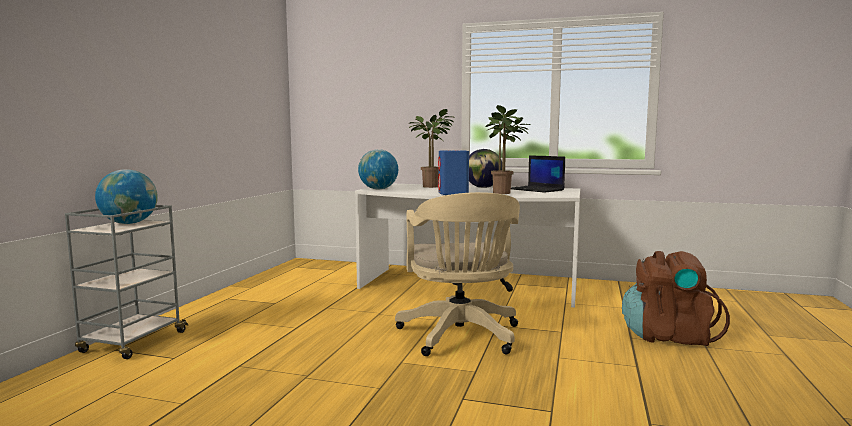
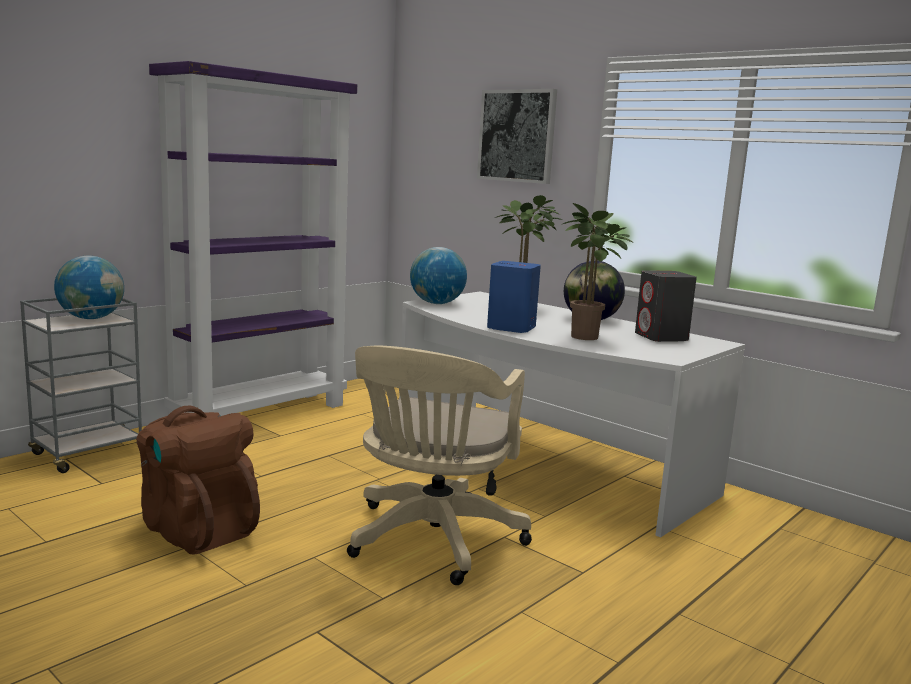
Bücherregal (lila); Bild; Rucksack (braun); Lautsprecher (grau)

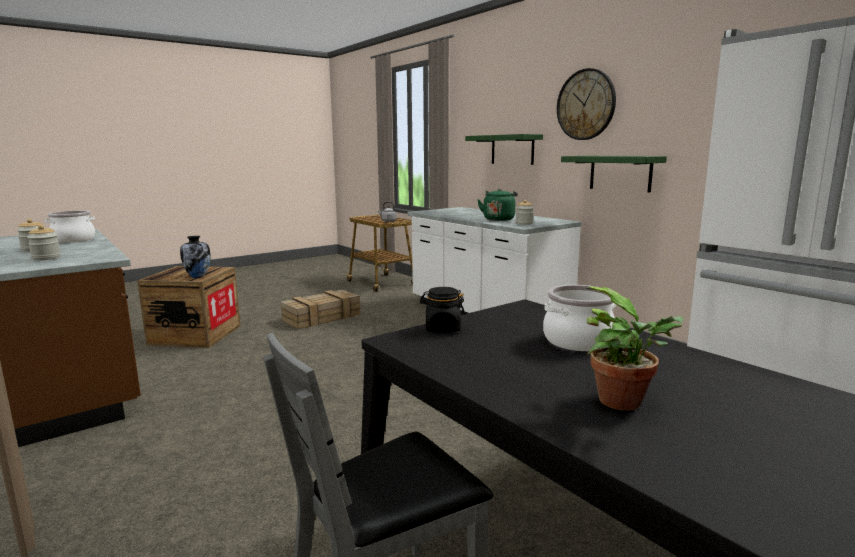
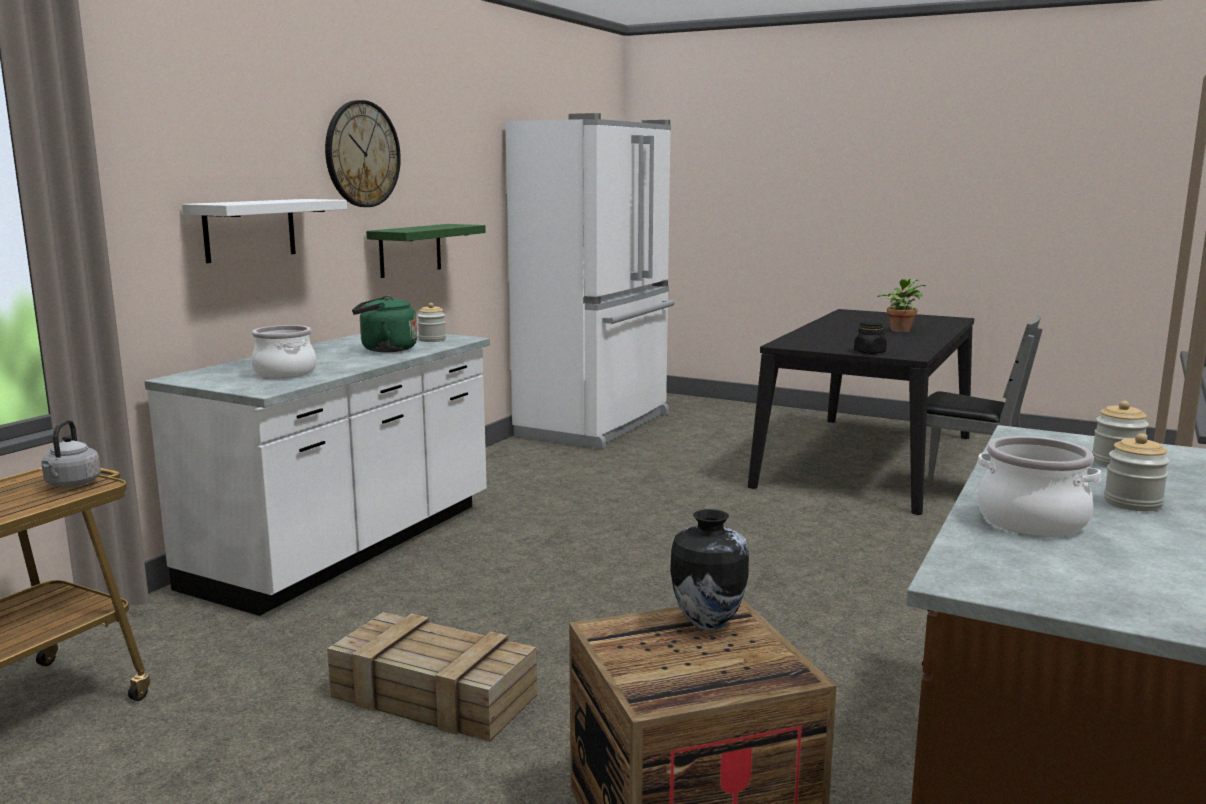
Kochtopf (1st from left); Wandregal (weiß)

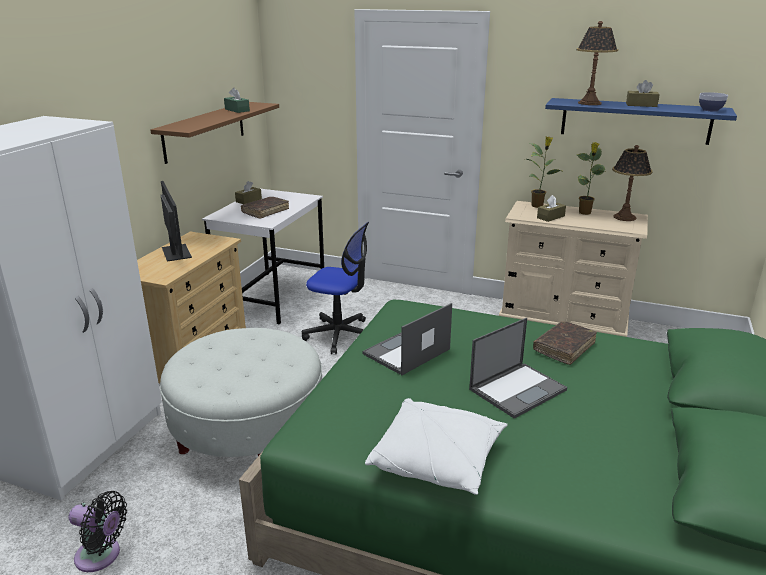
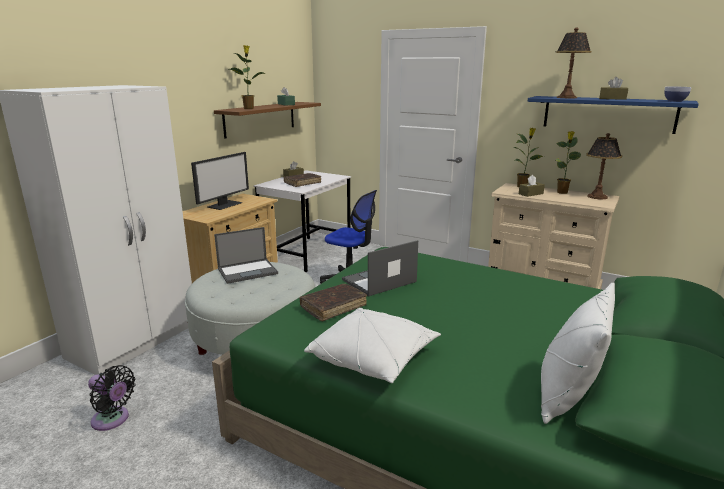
Topfpflanze (1st from left); Kissen (weiß) (2nd from left); Laptop (1st from left); Buch (braun) (2nd from left); Monitor

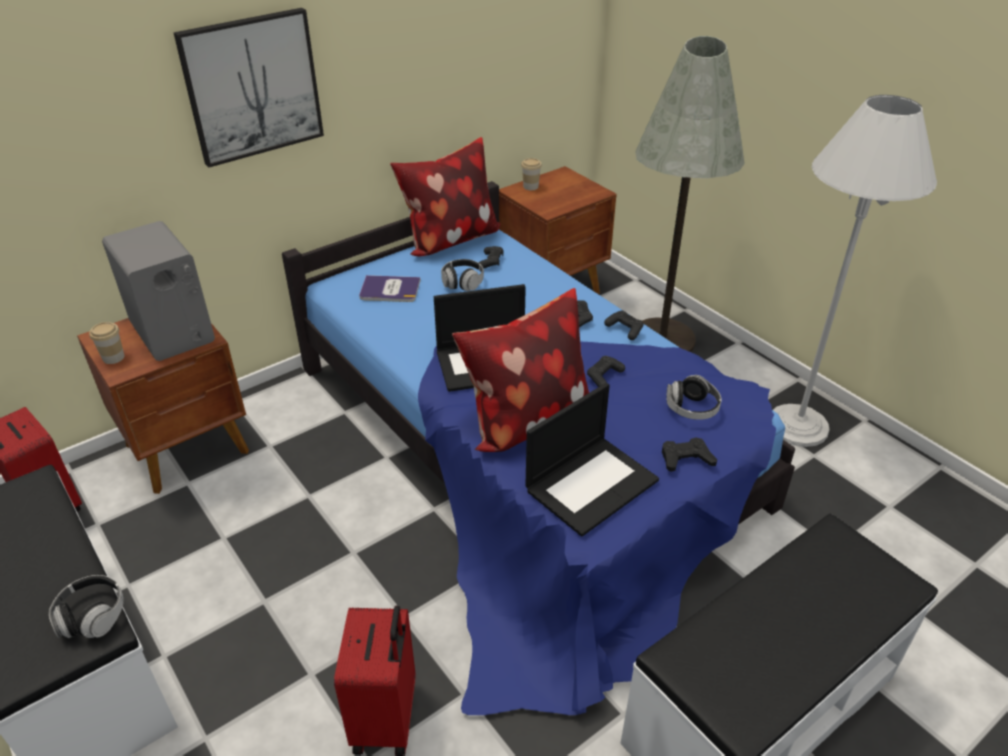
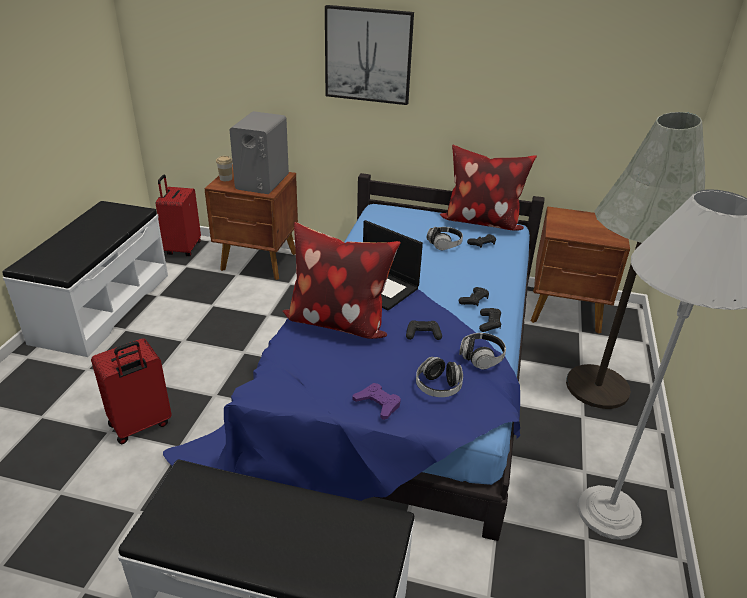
Buch; Tasse (2nd from left in the first image); Laptop (2nd from left in the first image); Kopfhörer (3rd from left); Gamepad (lila)

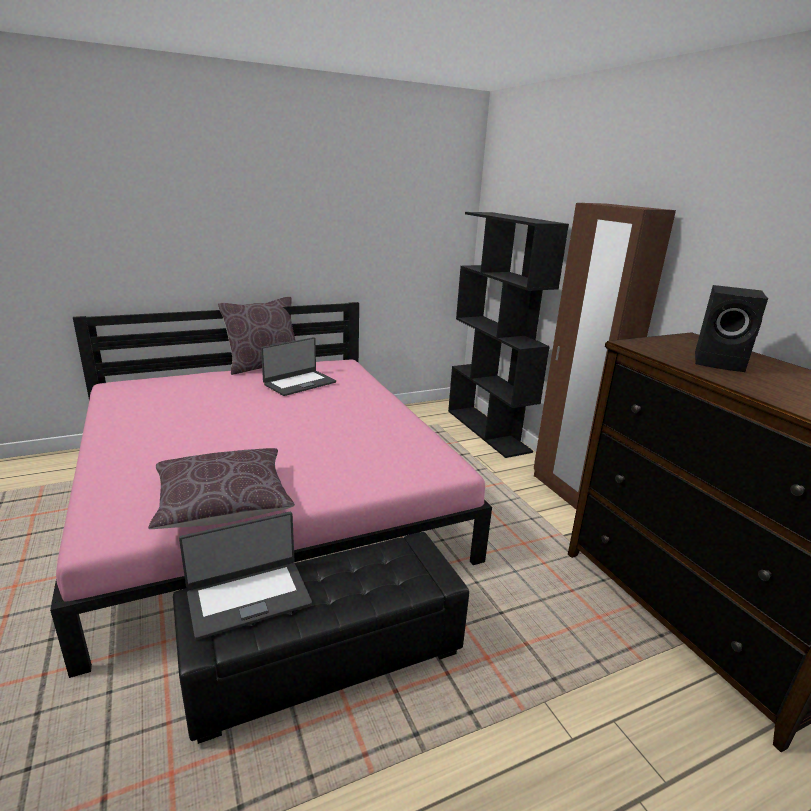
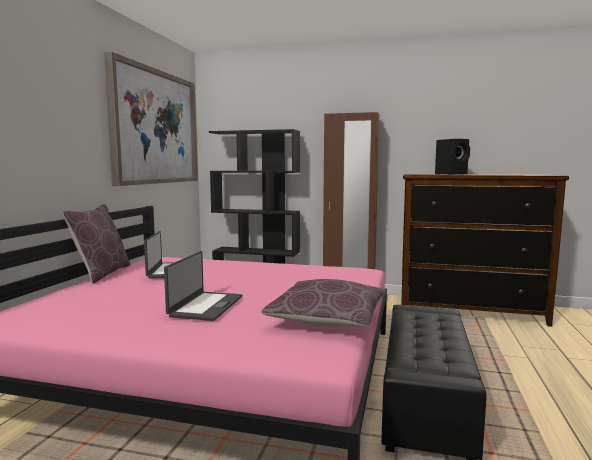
Bild; Laptop (2nd from left)

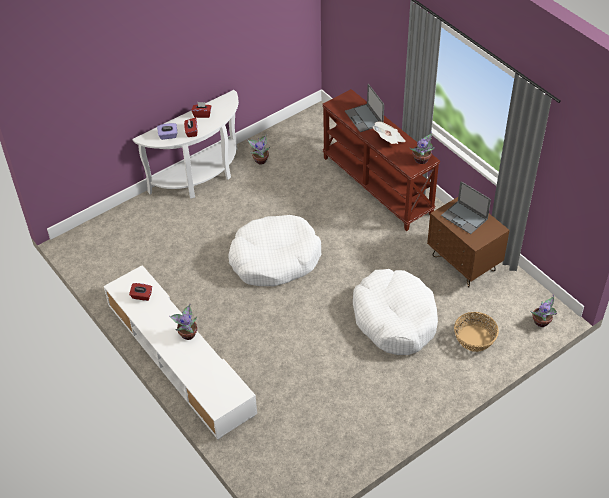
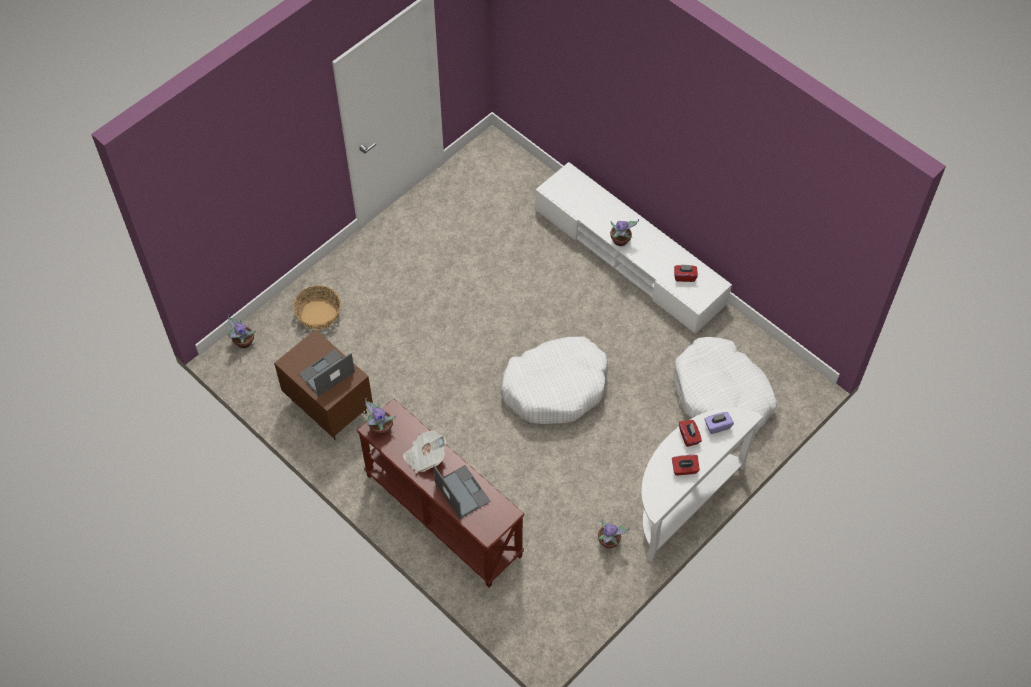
Hundebett (weiß) (2nd from left); Laptop (1st from left)

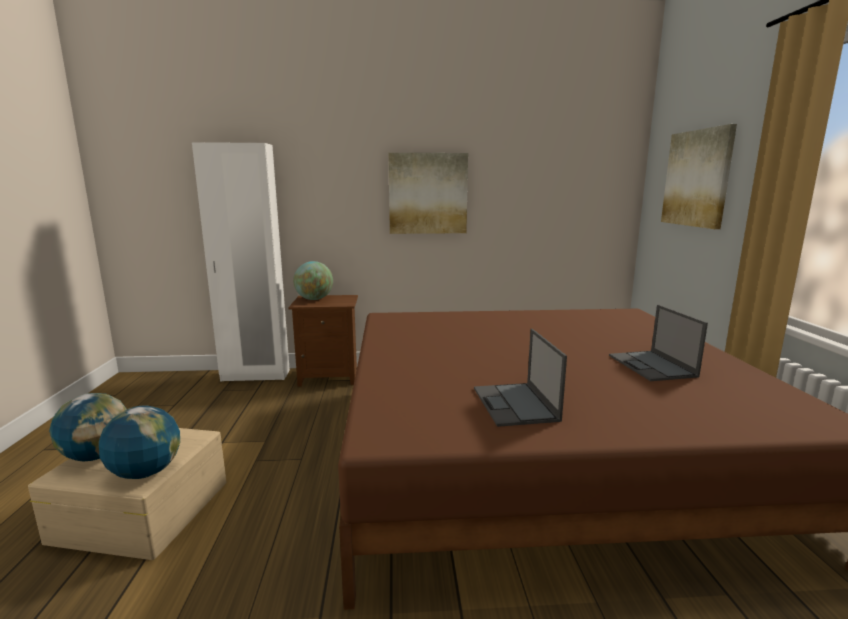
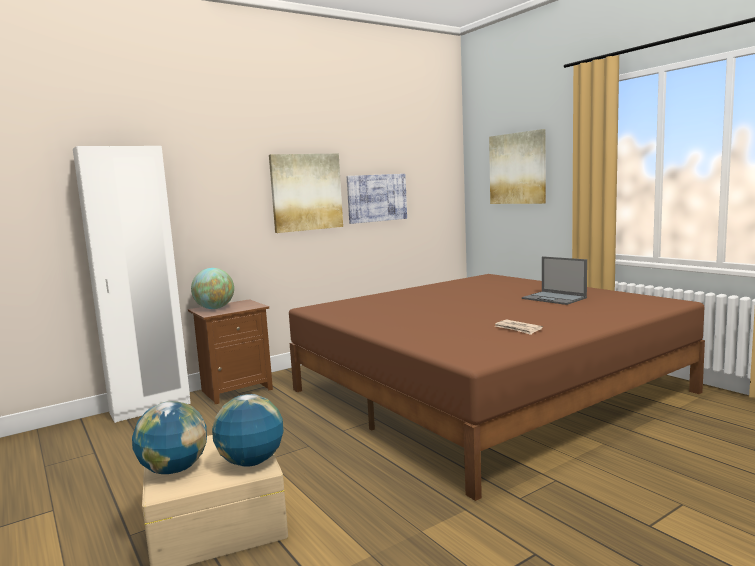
Bild (2nd from left); Zeitung

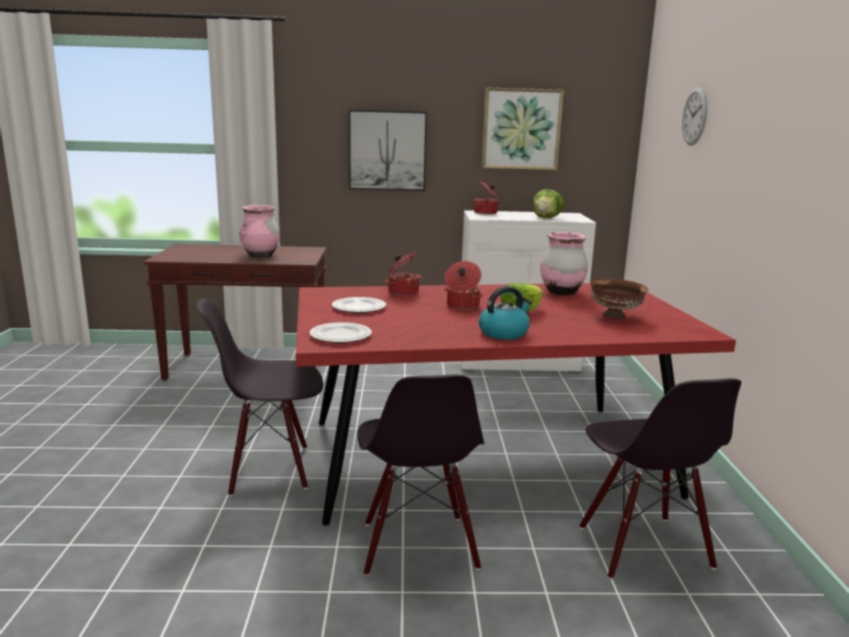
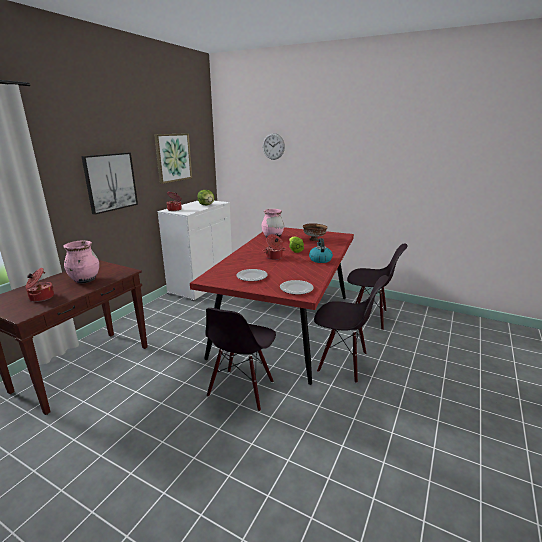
Kochtopf (1st from left)

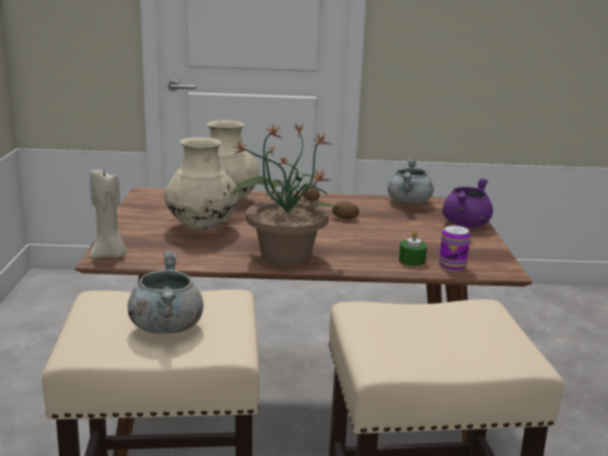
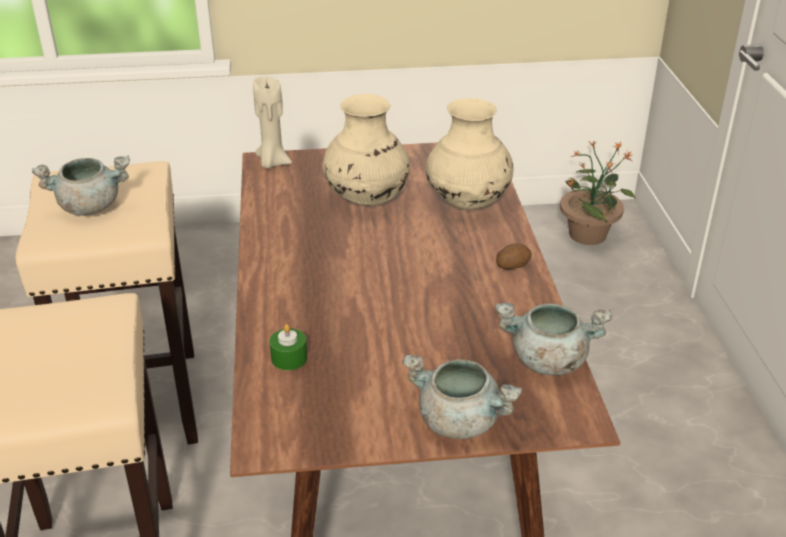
Kartoffel (2nd from left in the first image); Dose; Topfpflanze; Kochtopf (grau) (2nd from left)

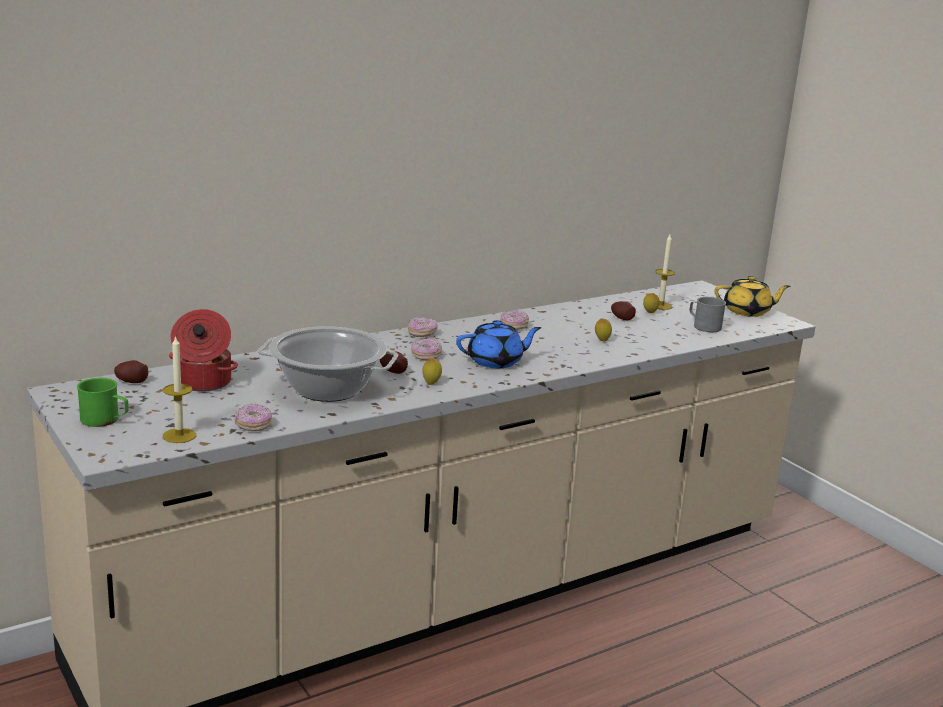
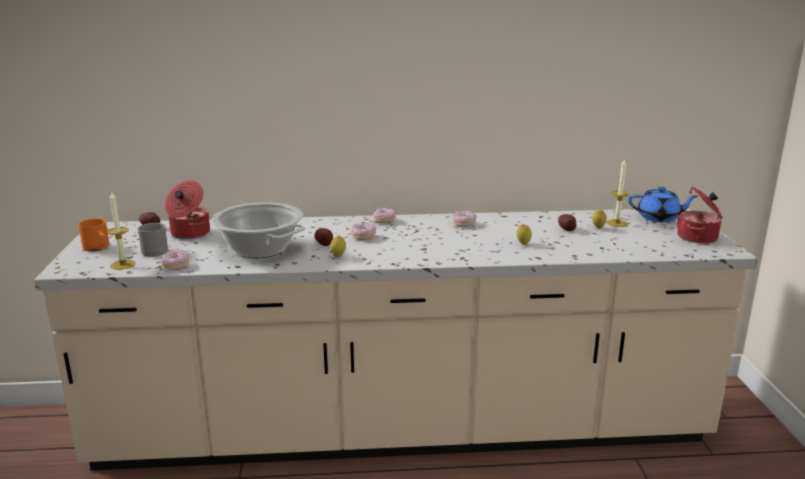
Teekanne (blau); Henkelbecher (grau); Kochtopf (3rd from left); Henkelbecher (orange)

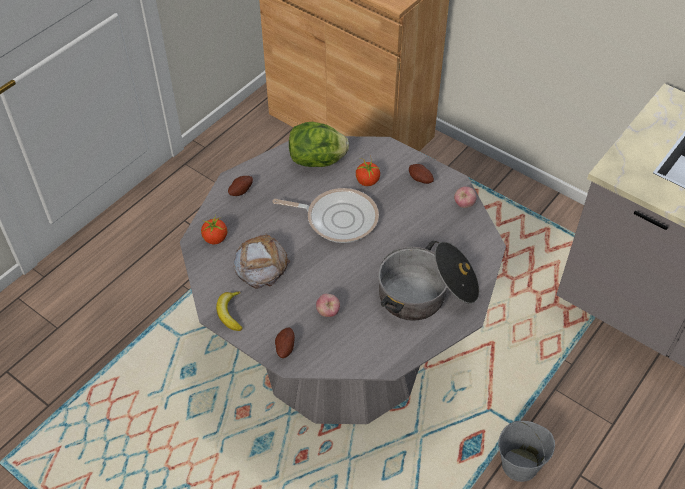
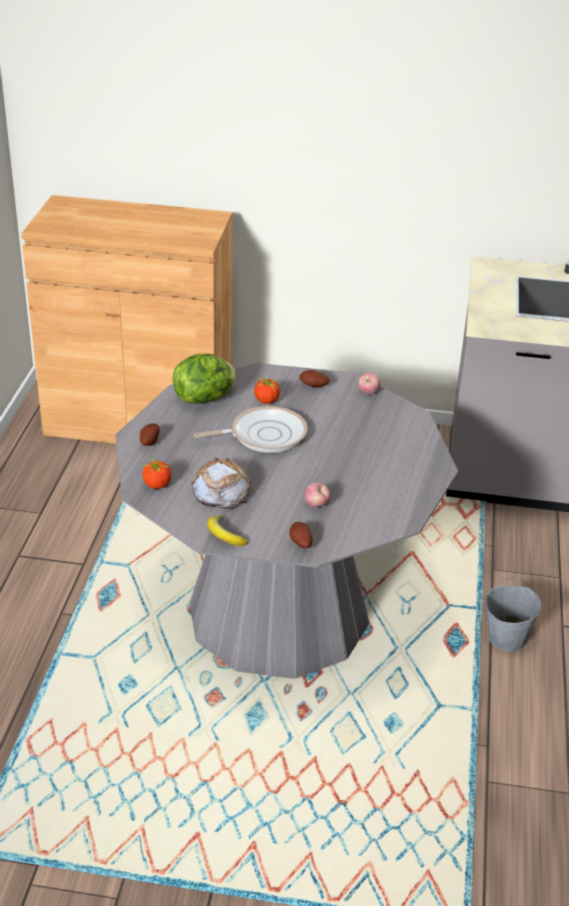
Kochtopf

